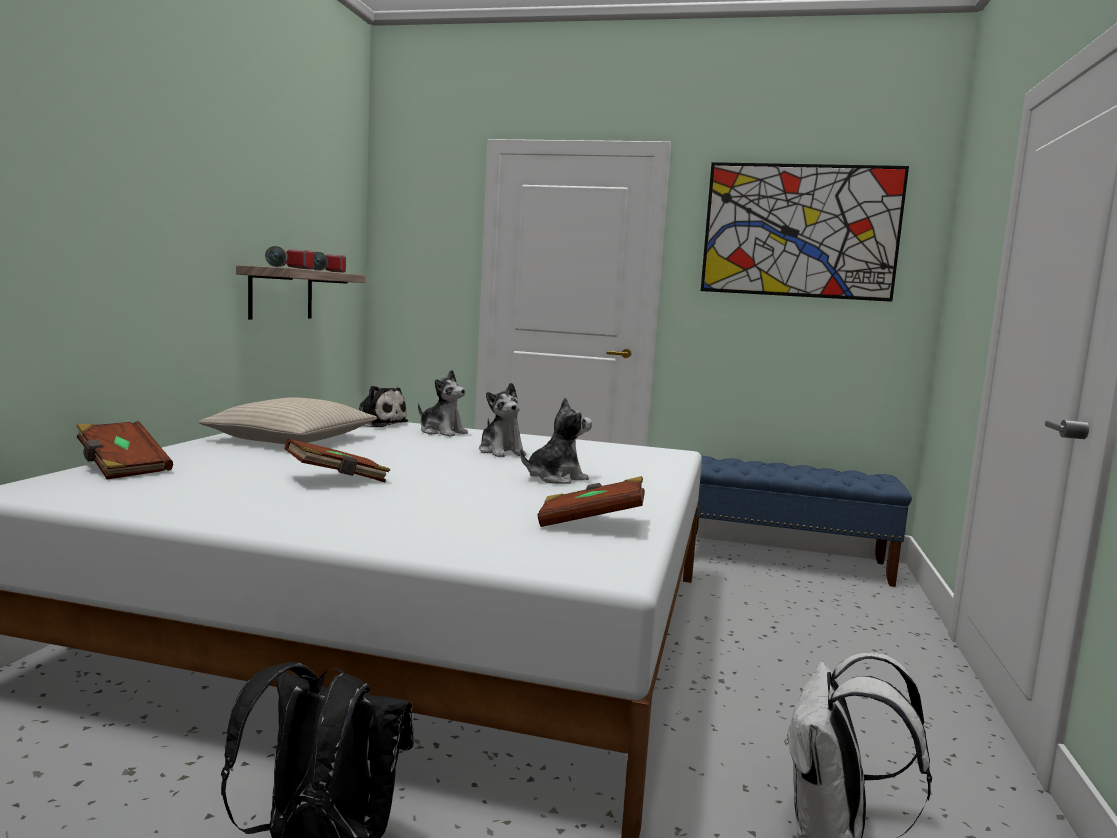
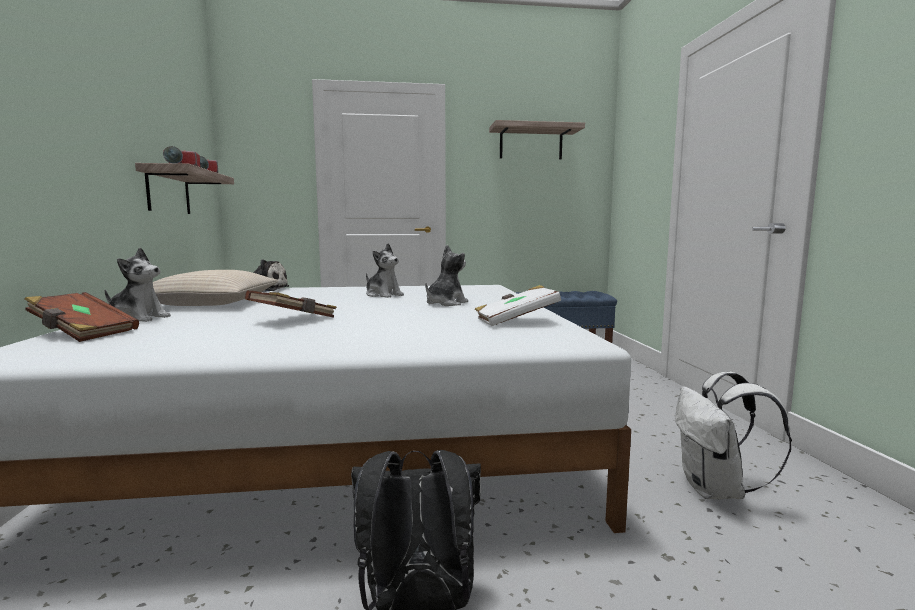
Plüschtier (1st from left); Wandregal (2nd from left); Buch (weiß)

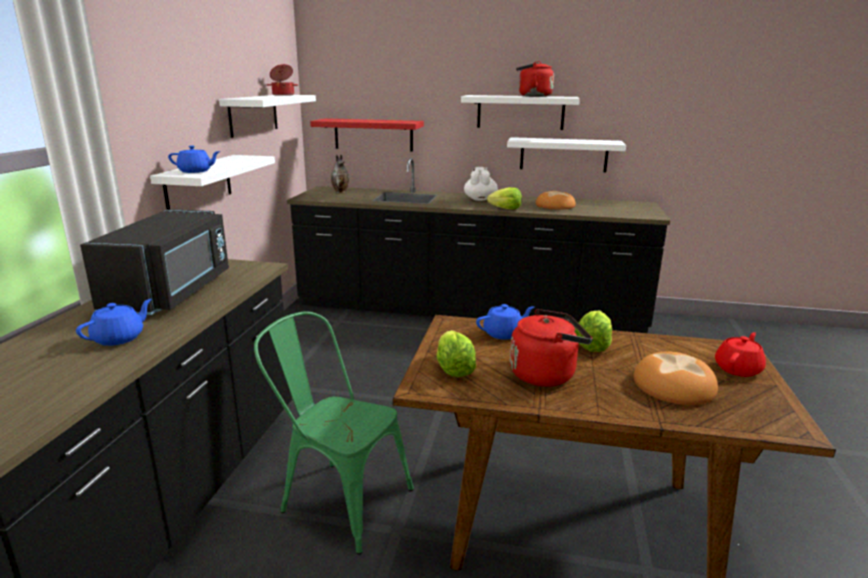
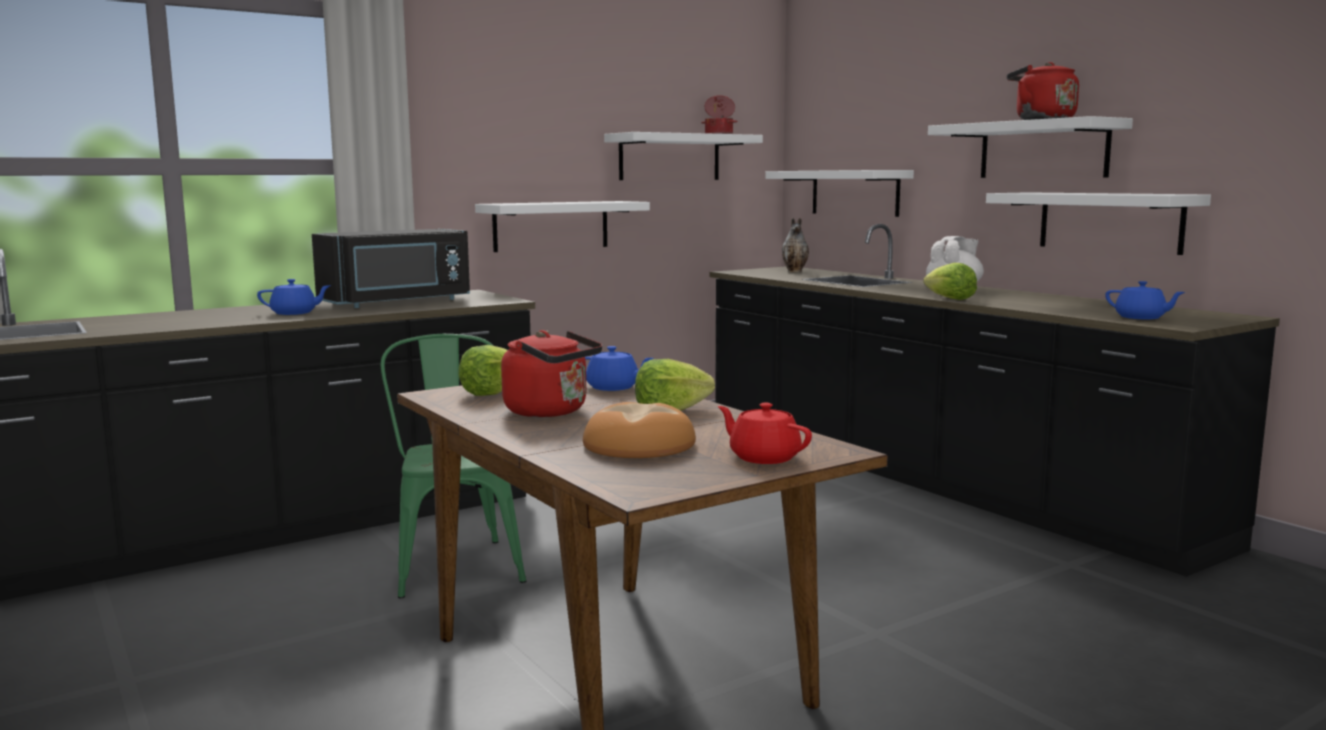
Brot (1st from left in the first image); Teekanne (blau) (3rd from left); Wandregal (weiß) (3rd from left); Teekanne (rot)

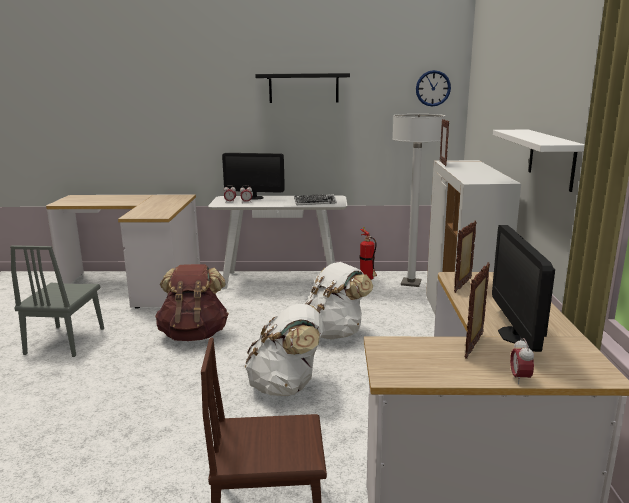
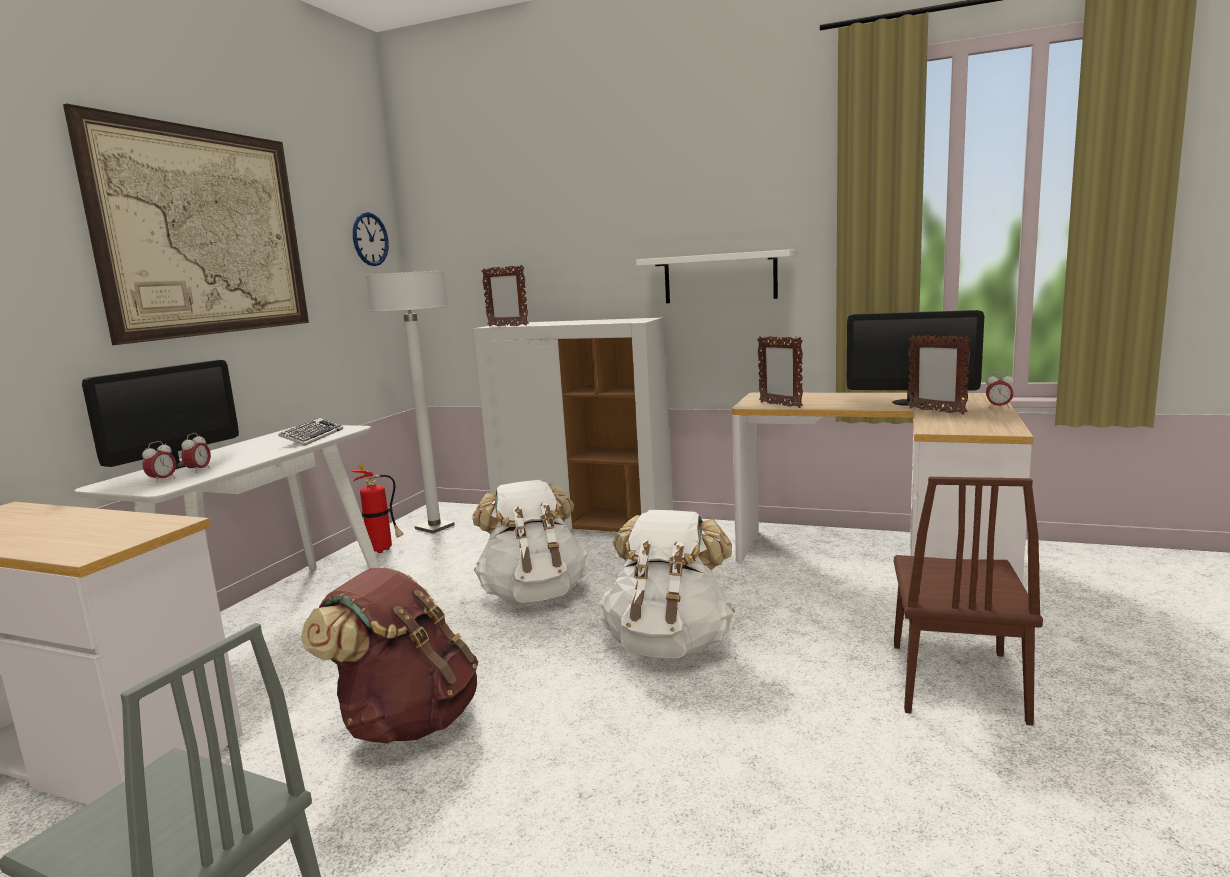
Bild

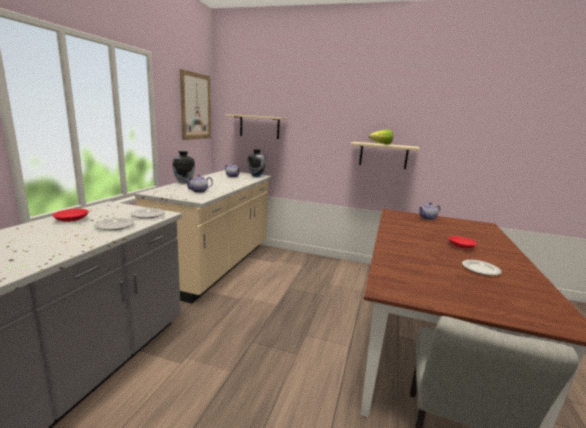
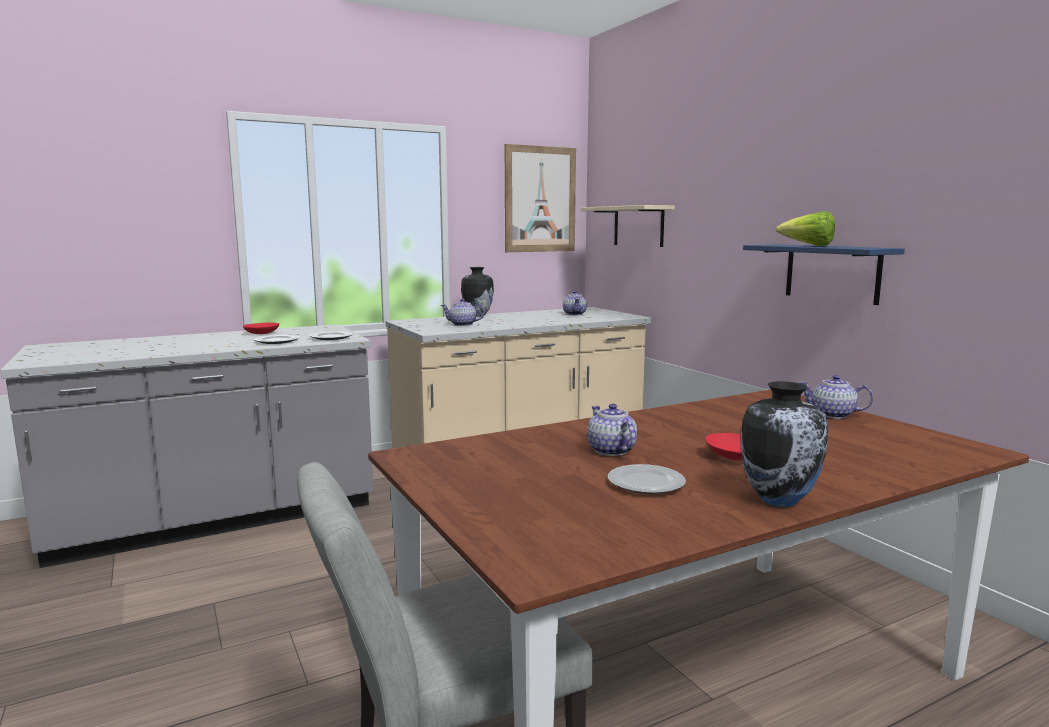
Teekanne (3rd from left); Vase (2nd from left); Wandregal (blau)

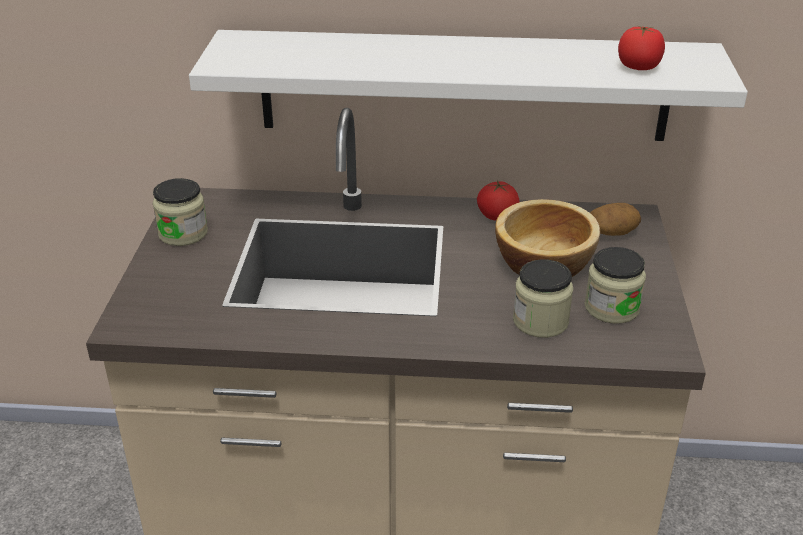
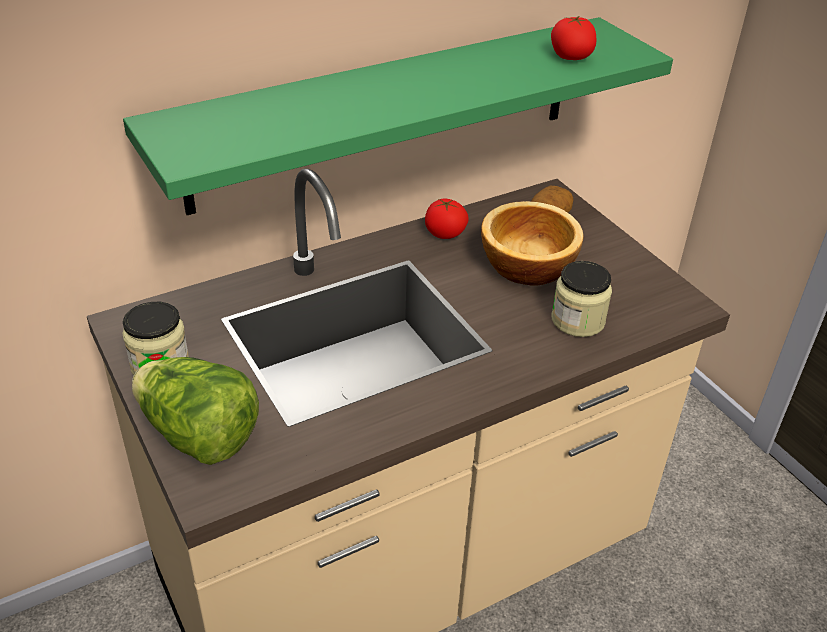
Vorratsglas (3rd from left in the first image); Salatkopf; Wandregal (grün)

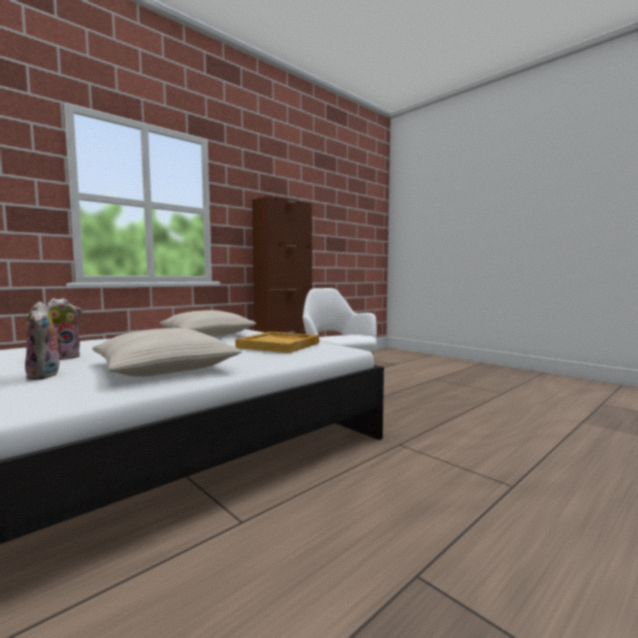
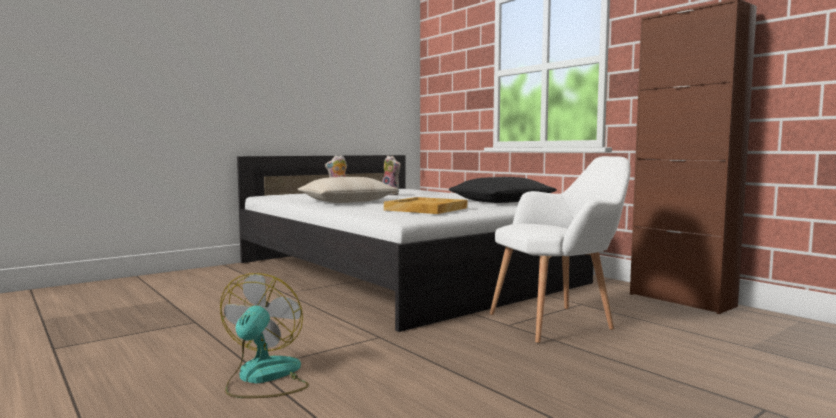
Ventilator; Kissen (schwarz)

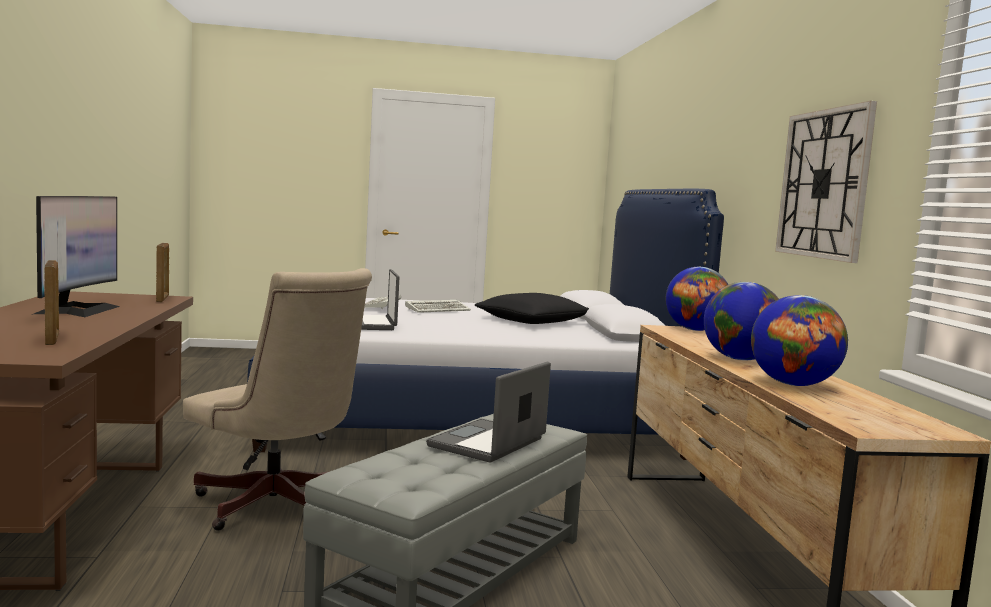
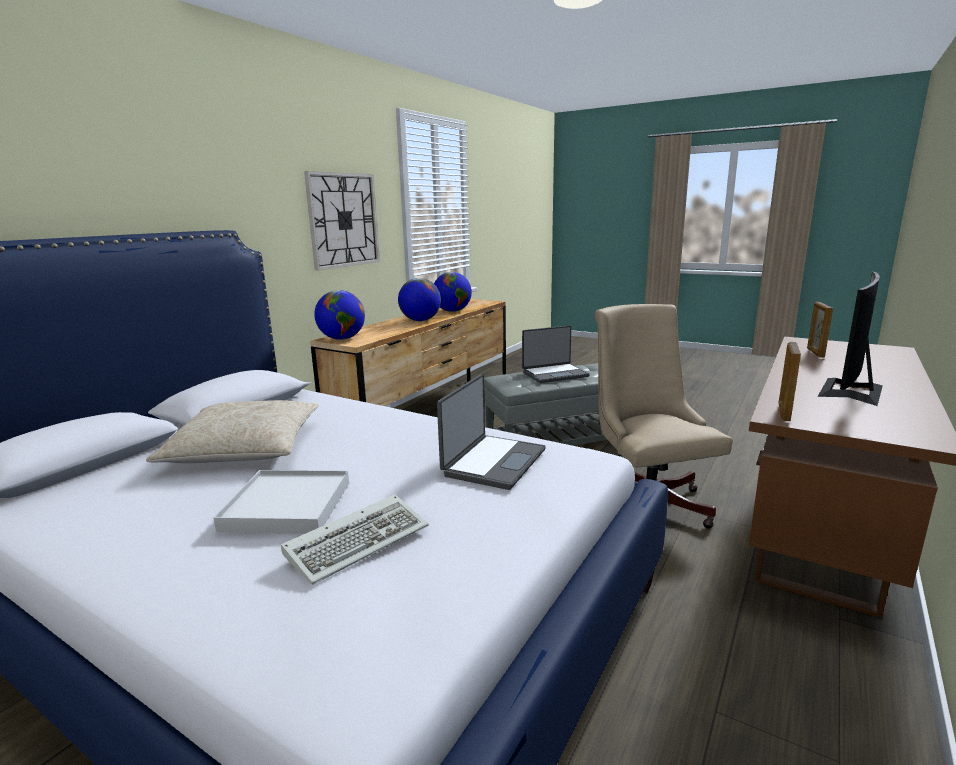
Tablett (weiß); Kissen (beige)

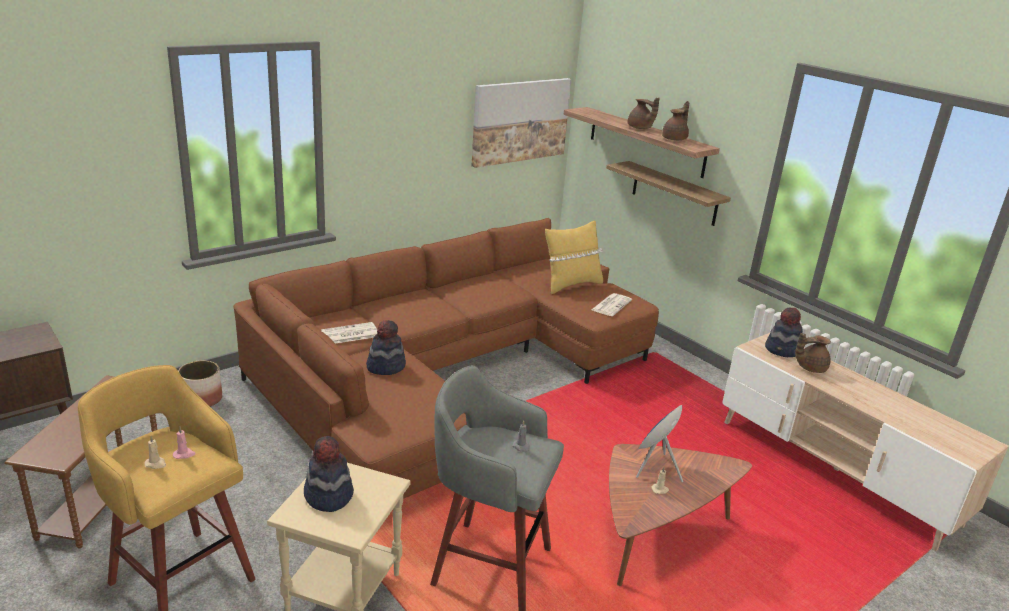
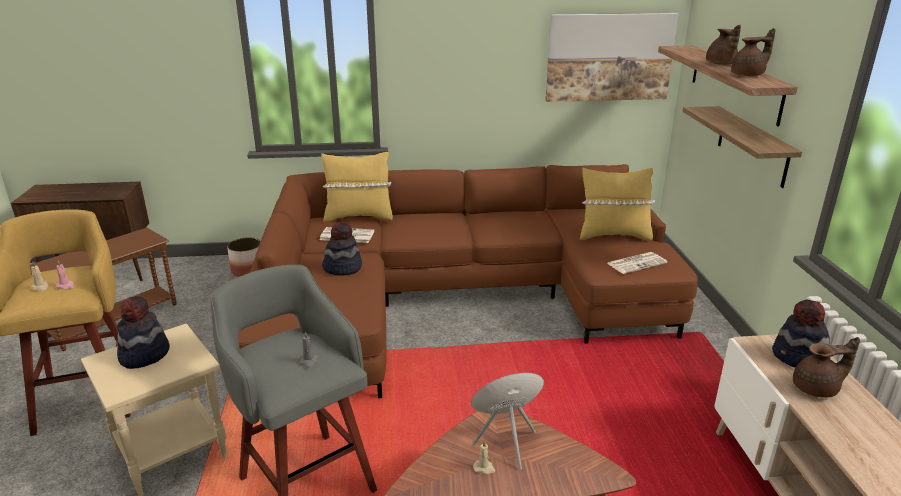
Kissen (gelb) (1st from left); Teekanne (braun) (3rd from left)

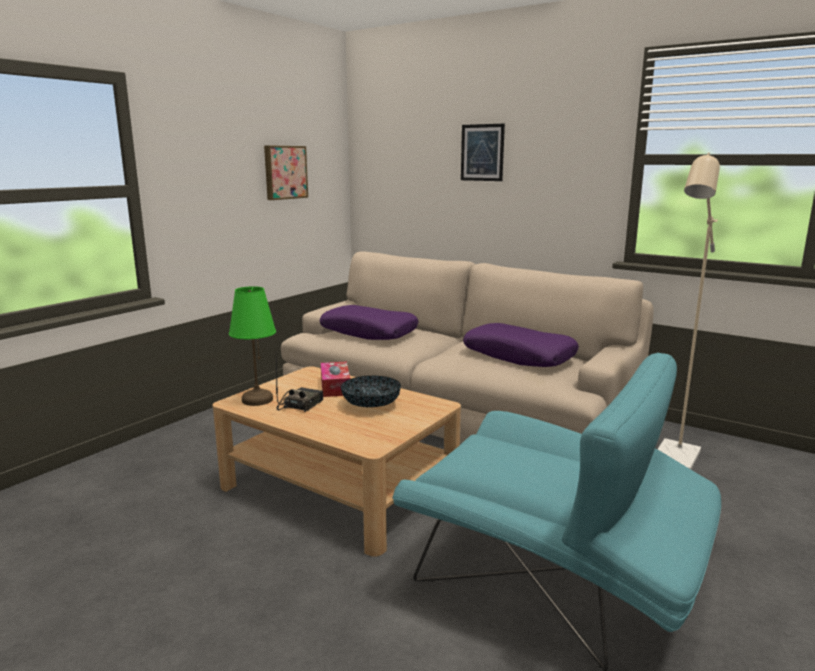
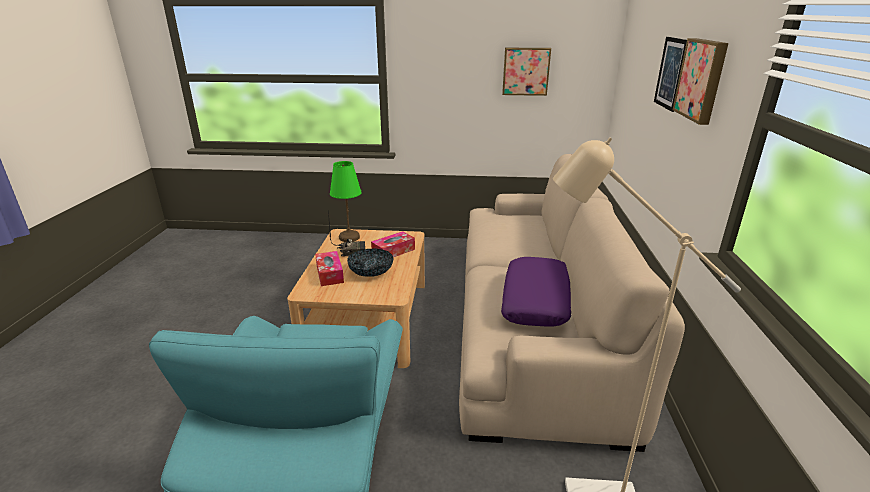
Kissen (lila) (1st from left in the first image); Taschentuchbox (1st from left); Bild (3rd from left)

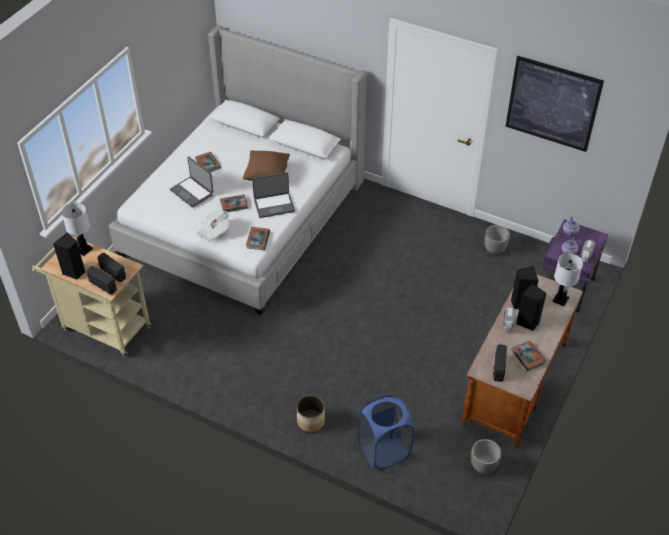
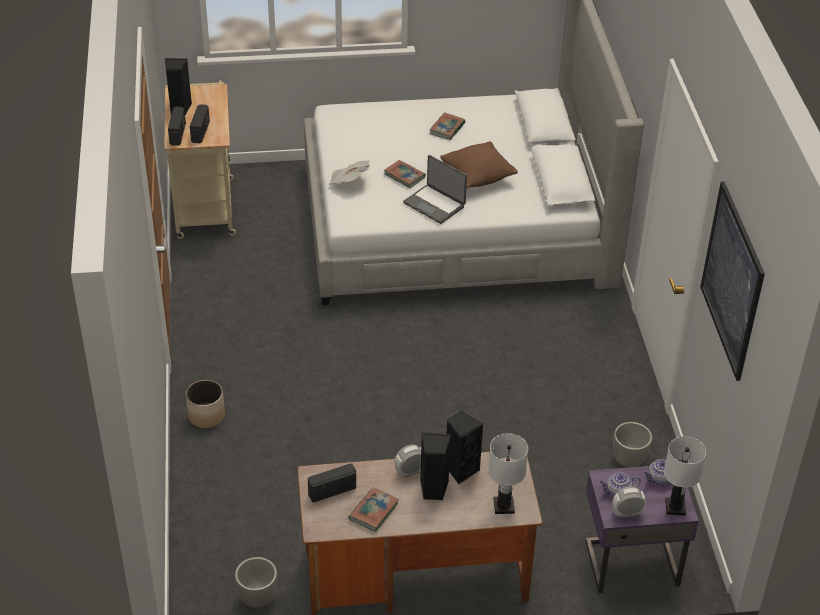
Laptop (1st from left in the first image); Buch (3rd from left in the first image); Wäschekorb (blau); Tischlampe (weiß) (2nd from left)

